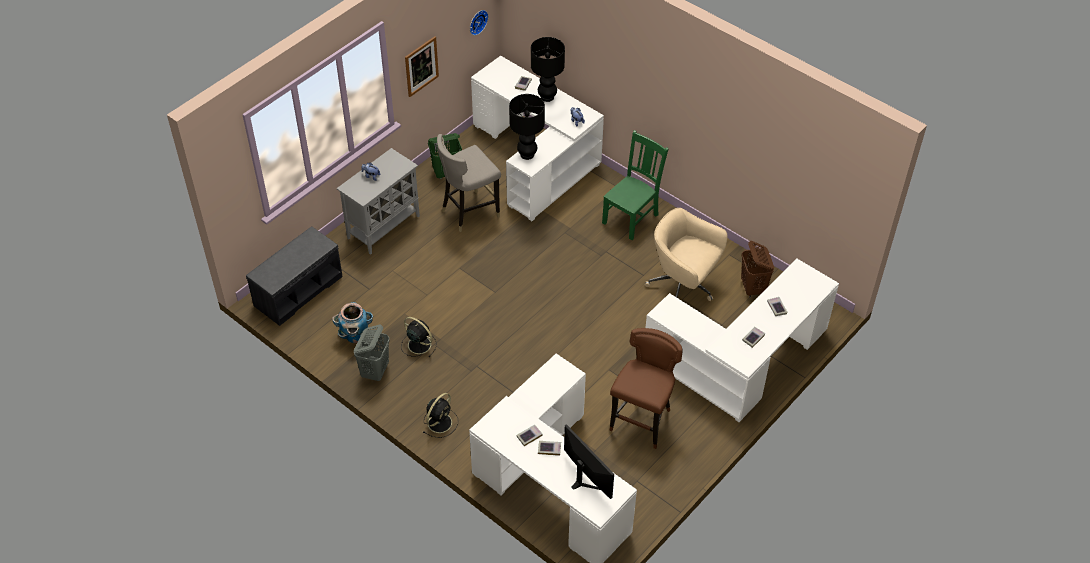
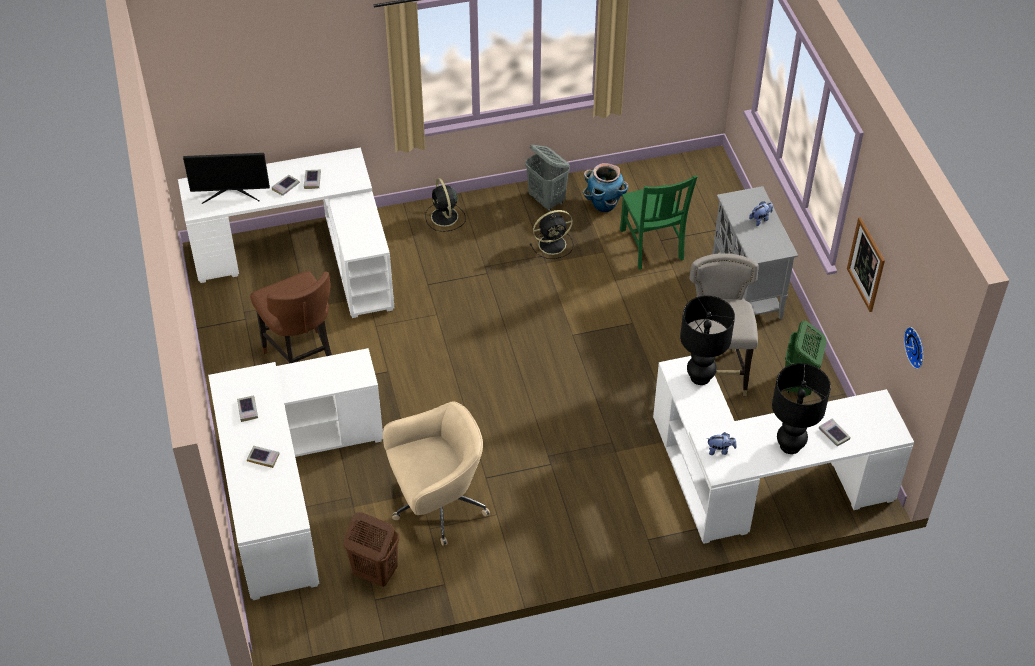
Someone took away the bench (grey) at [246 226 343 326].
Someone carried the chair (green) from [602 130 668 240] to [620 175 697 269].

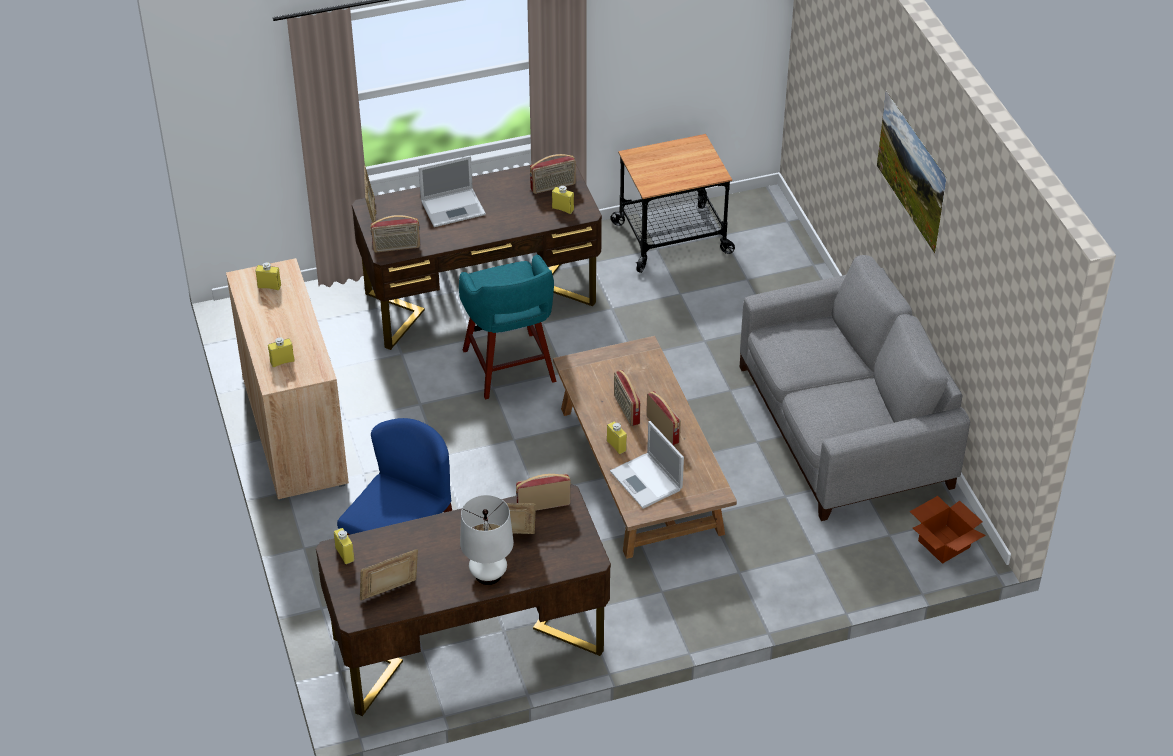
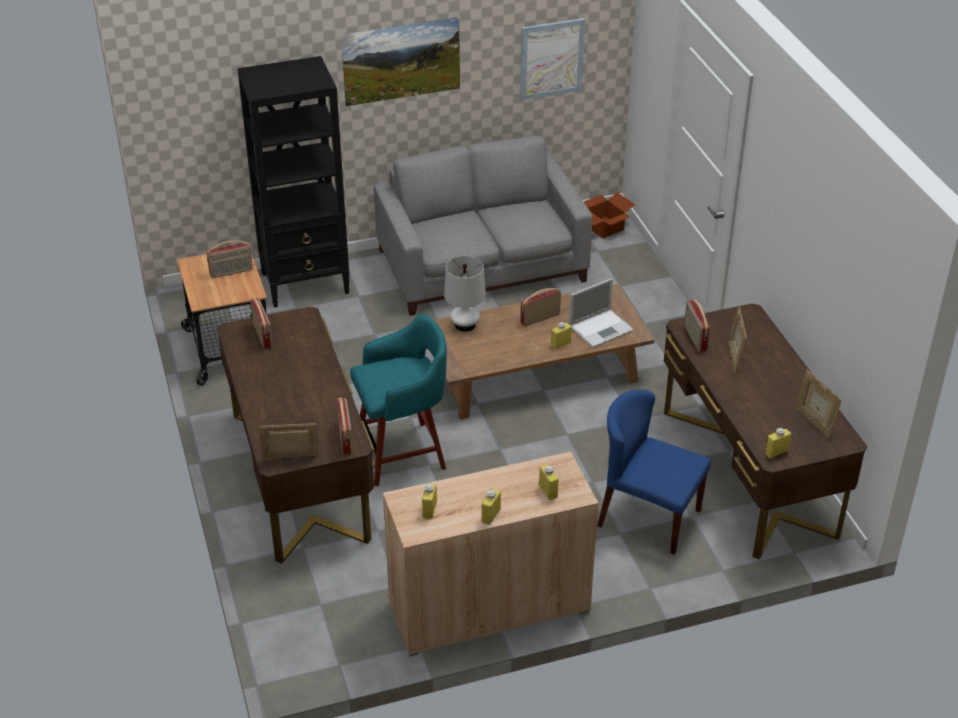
Someone took away the laptop at [419 156 486 227].
Someone put down the bookcase (black) at [237 56 350 308].
Someone put up the picture at [520 18 585 100].
Someone carried the table lamp (white) from [460 495 514 585] to [444 256 486 332].
Someone carried the bottle (yellow) from [552 186 574 214] to [481 488 501 525].
Someone carried the radio from [614 370 640 426] to [207 240 253 278].

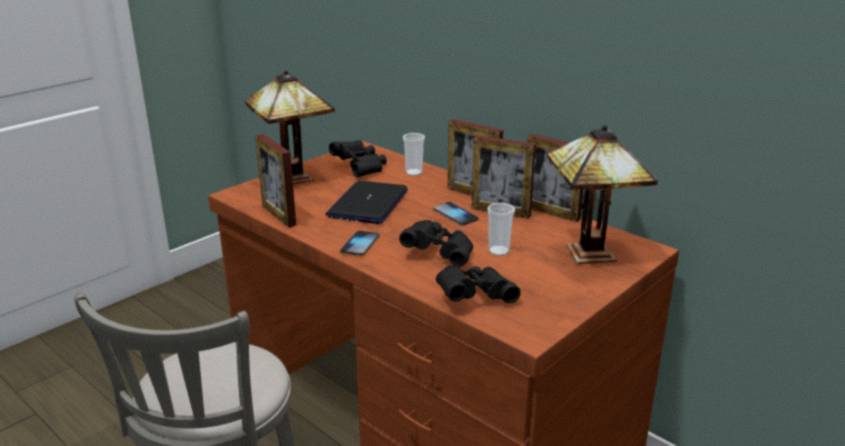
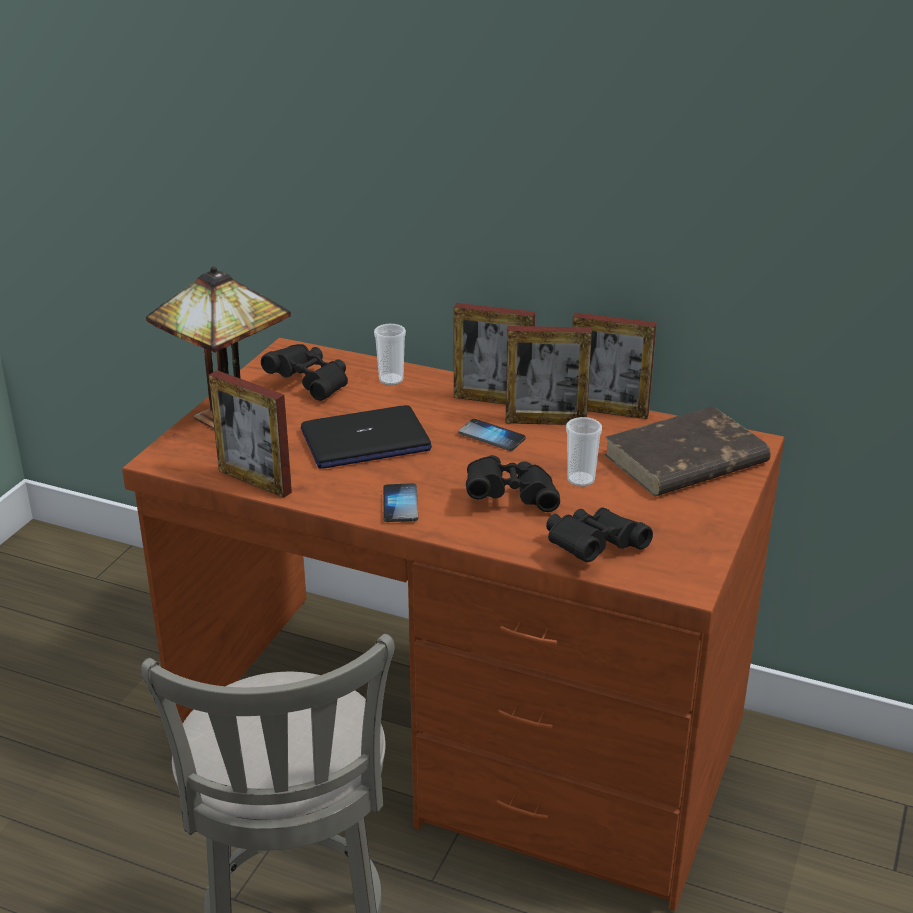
Someone swapped the table lamp at [547 125 658 264] for the book (brown) at [604 406 771 496].
Someone rotated the laptop at [326 181 408 224] by 105 degrees counterclockwise.

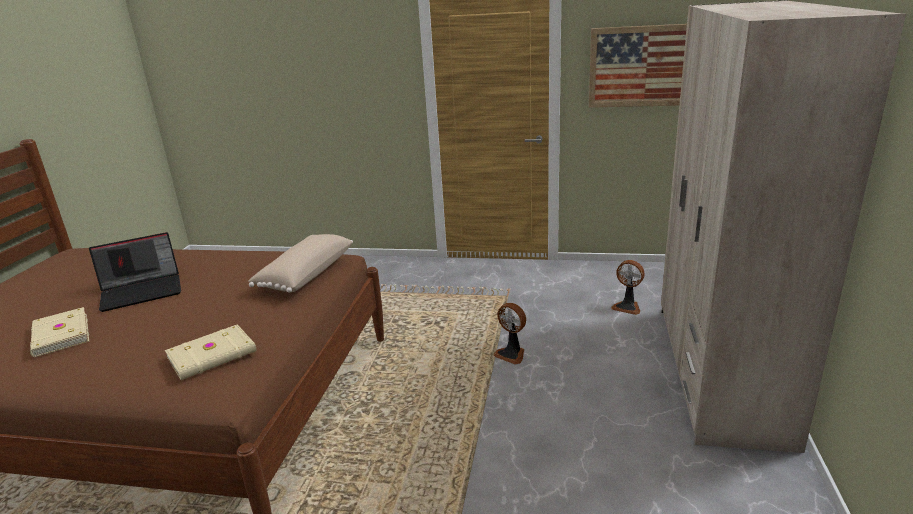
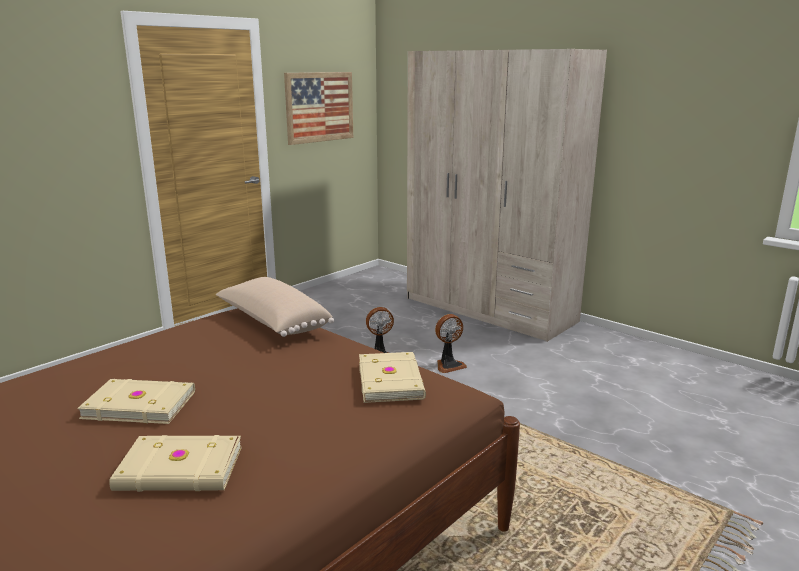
Someone carried the fan from [611 260 645 315] to [435 314 467 373].
Someone swapped the laptop at [89 232 181 312] for the book (beige) at [77 379 195 424].

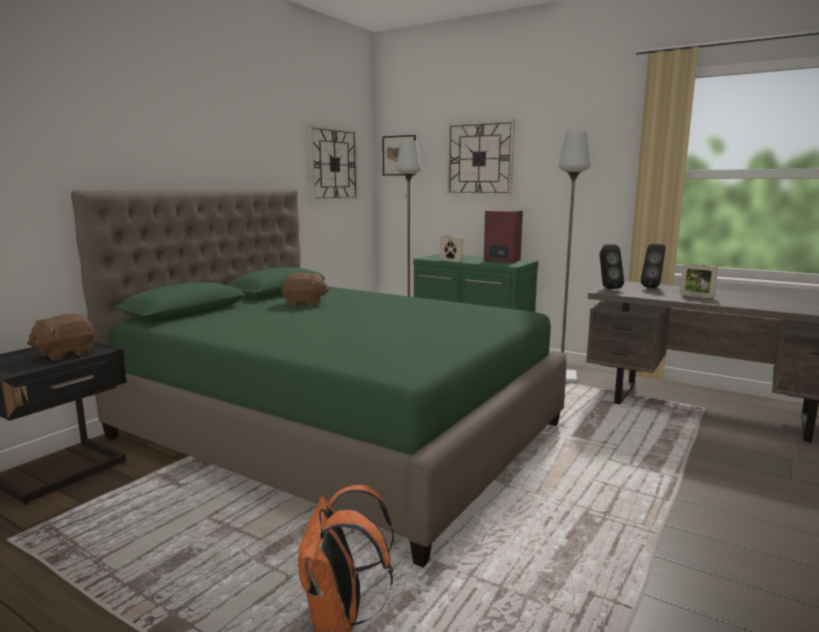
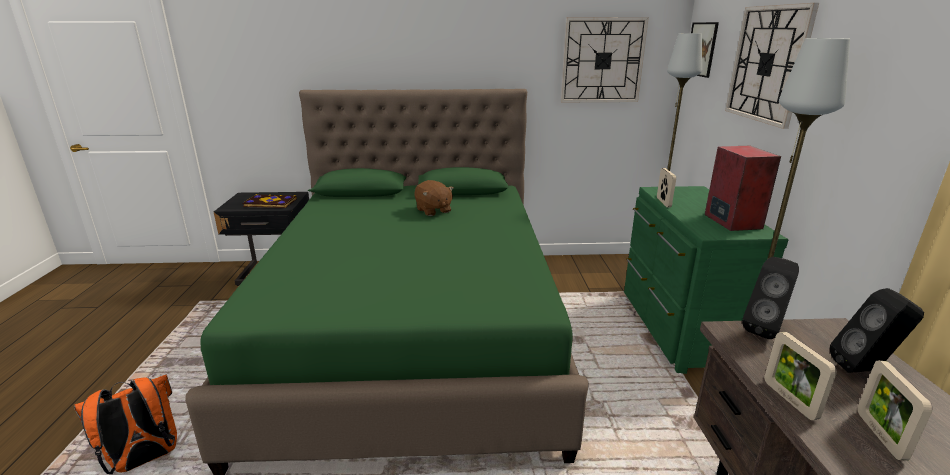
Someone put down the picture frame at [764 332 837 420].
Someone swapped the plush toy (brown) at [27 314 95 360] for the book at [242 194 297 208].

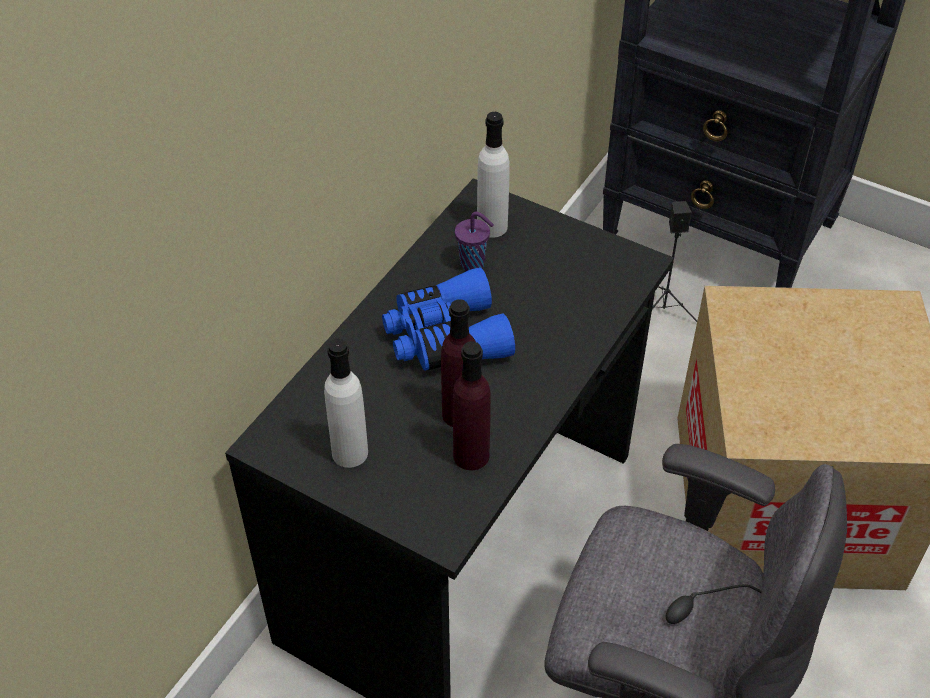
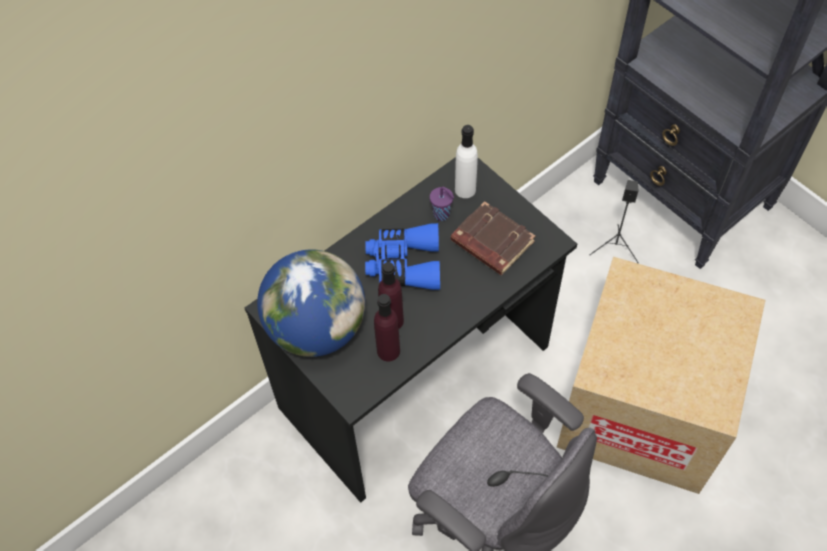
Someone put down the book (brown) at [451 201 535 275].
Someone swapped the bottle (white) at [324 339 368 468] for the globe at [257 249 365 357].

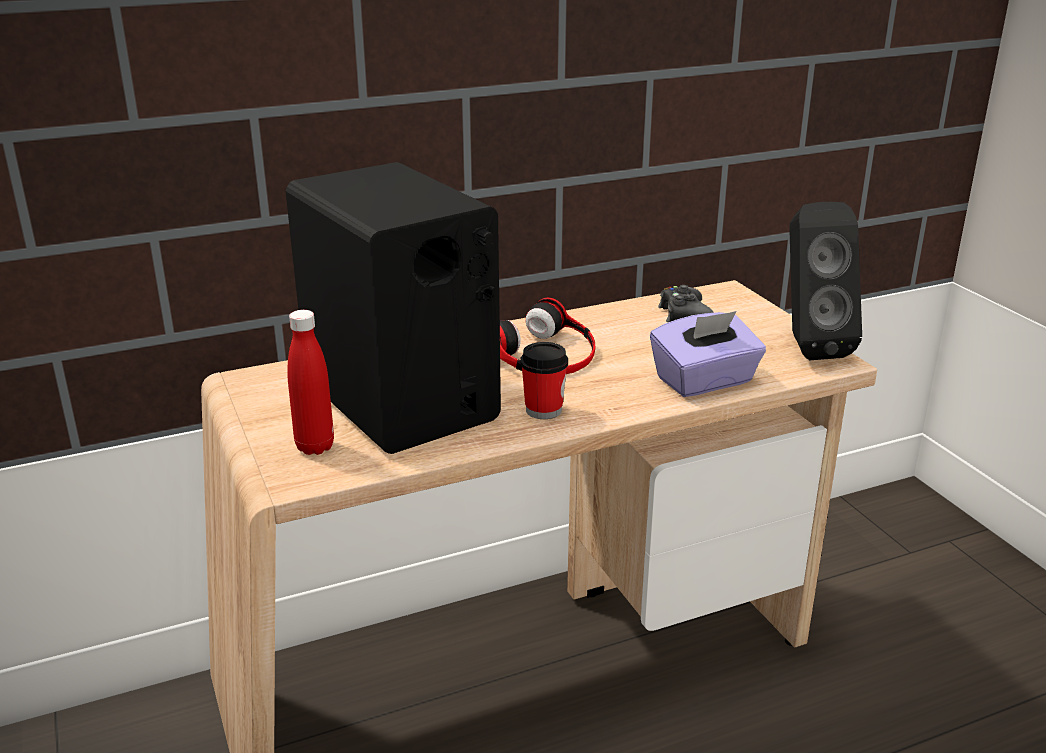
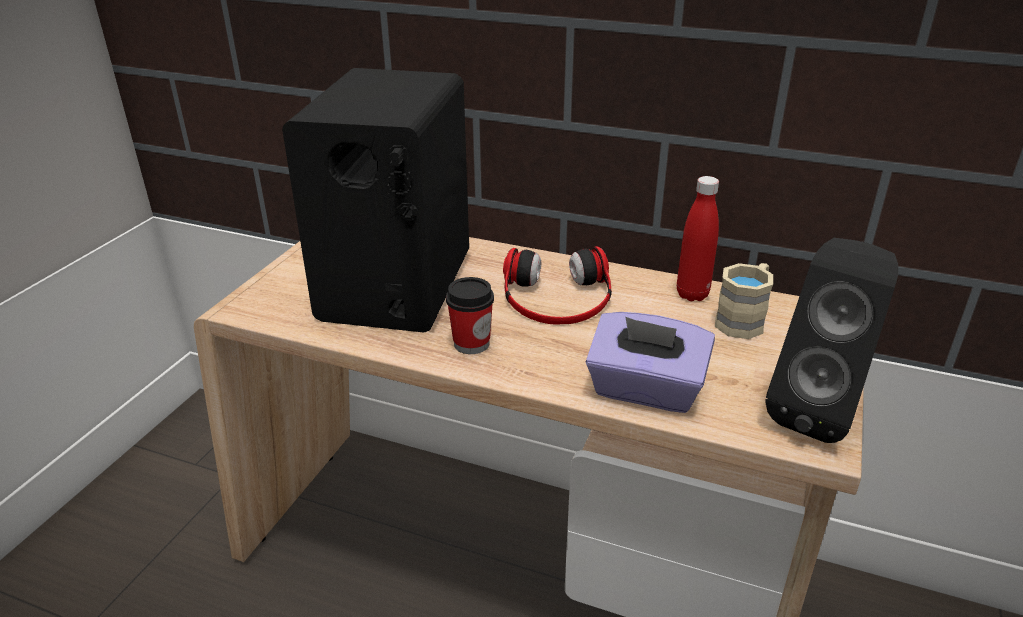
Someone carried the bottle (red) from [287 310 334 455] to [677 176 719 301].
Someone swapped the game controller (black) at [658 285 714 322] for the mug (beige) at [715 263 773 339].

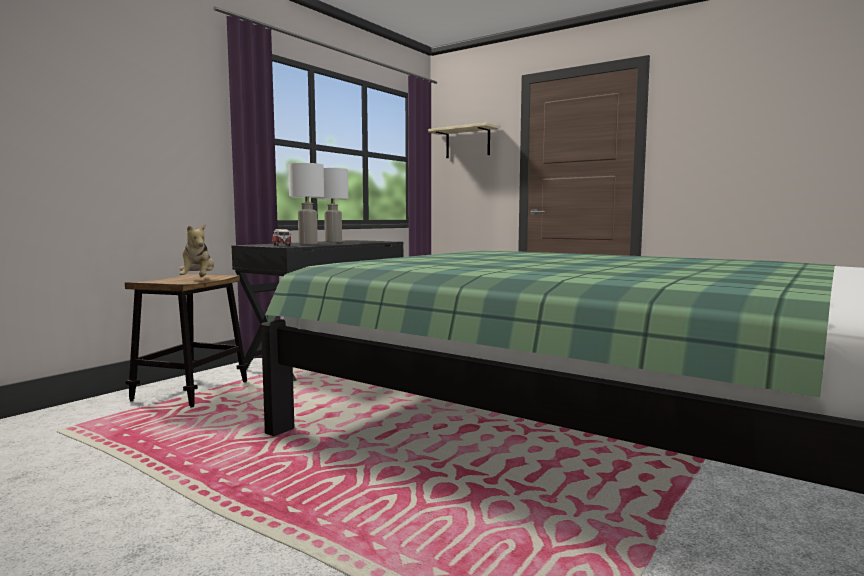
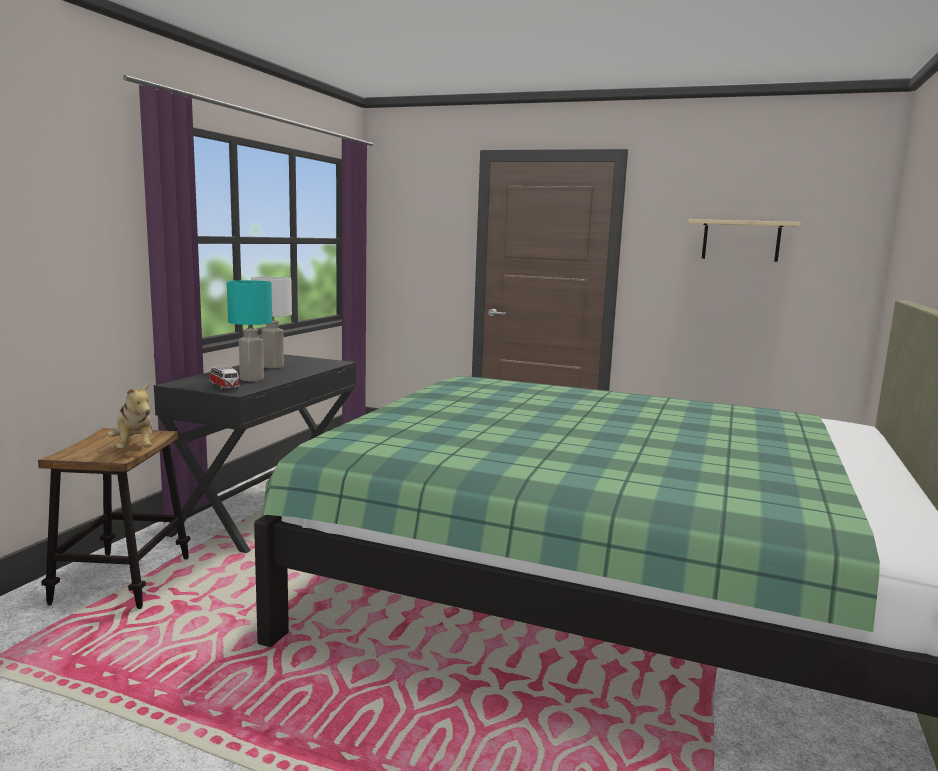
Someone carried the shelf (beige) from [428 123 499 158] to [688 219 801 262].
Someone repainted the table lamp (white) at [288 163 324 245], which became the table lamp (turquoise) at [227 280 272 381].

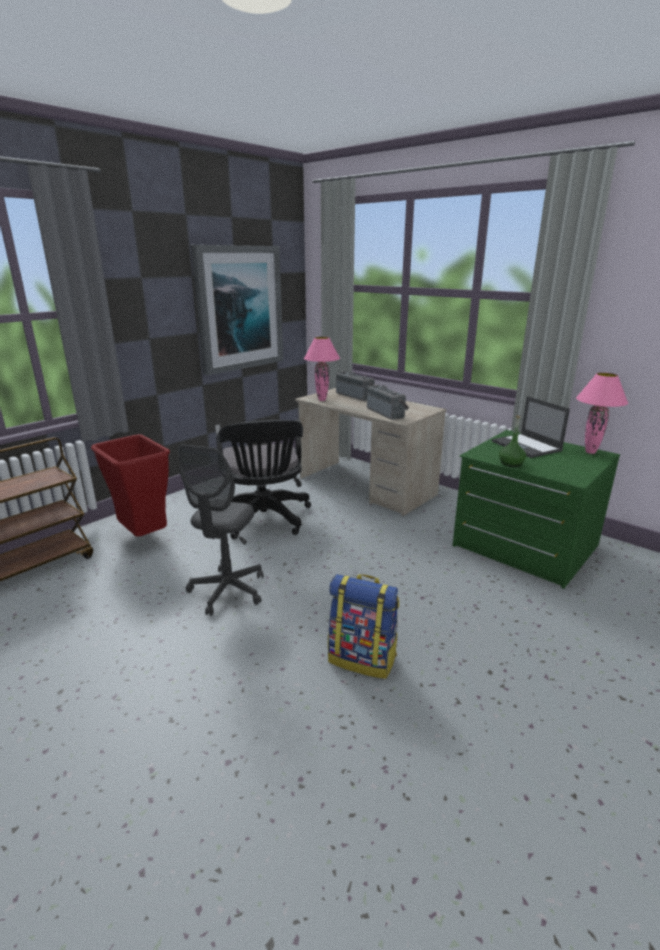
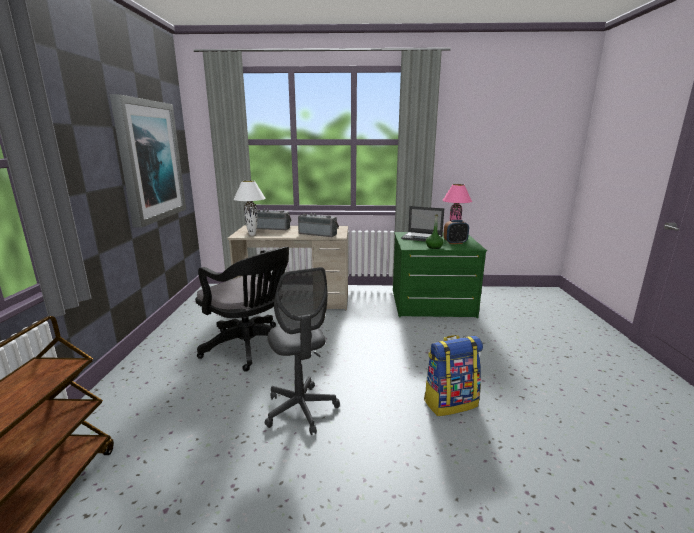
Someone took away the trash can (red) at [91 434 170 536].
Someone put down the alarm clock at [444 220 469 244].
Someone repainted the table lamp (pink) at [304 337 340 401], which became the table lamp (white) at [233 180 266 236].

